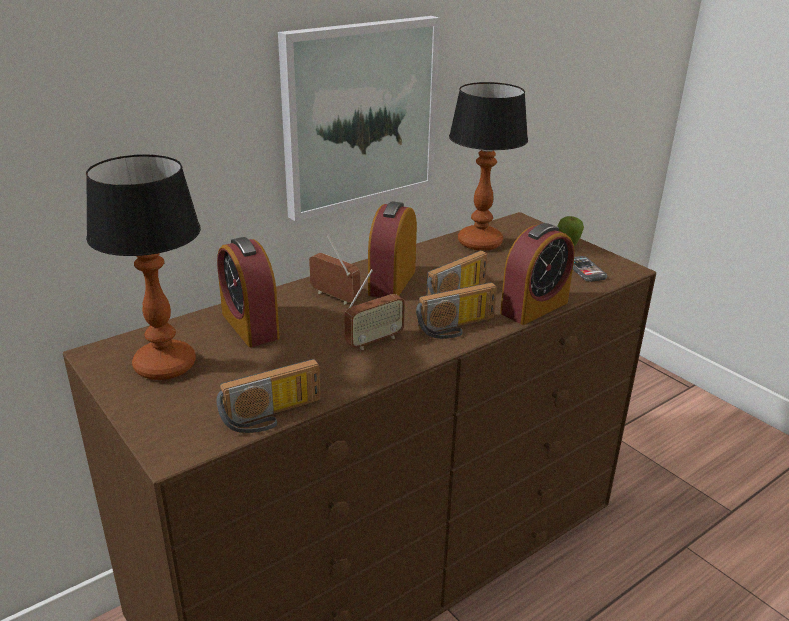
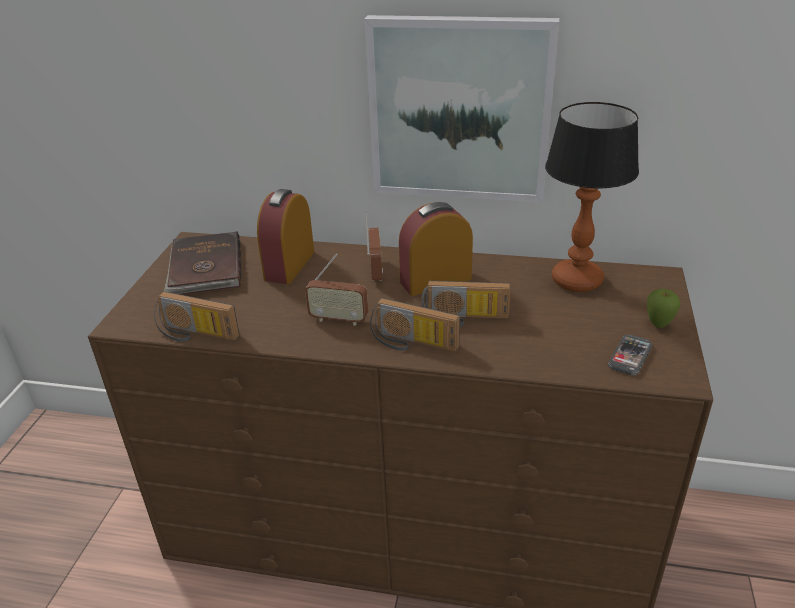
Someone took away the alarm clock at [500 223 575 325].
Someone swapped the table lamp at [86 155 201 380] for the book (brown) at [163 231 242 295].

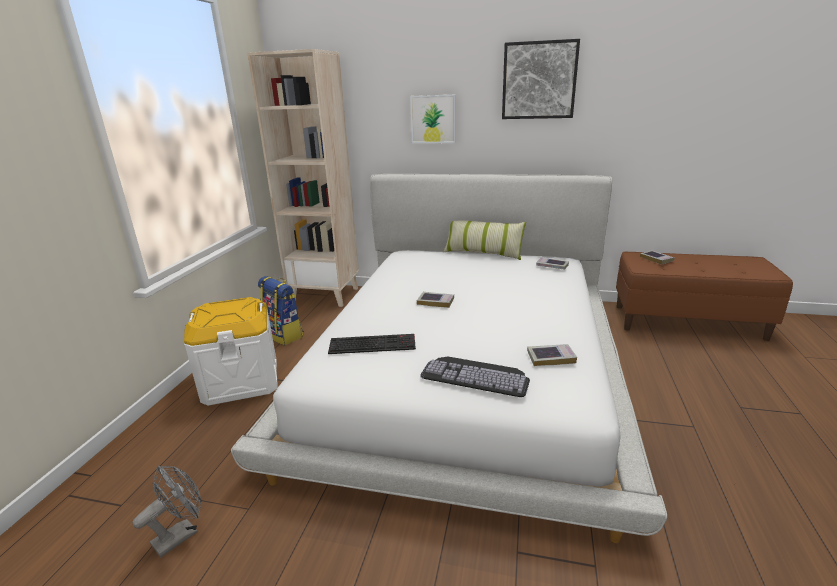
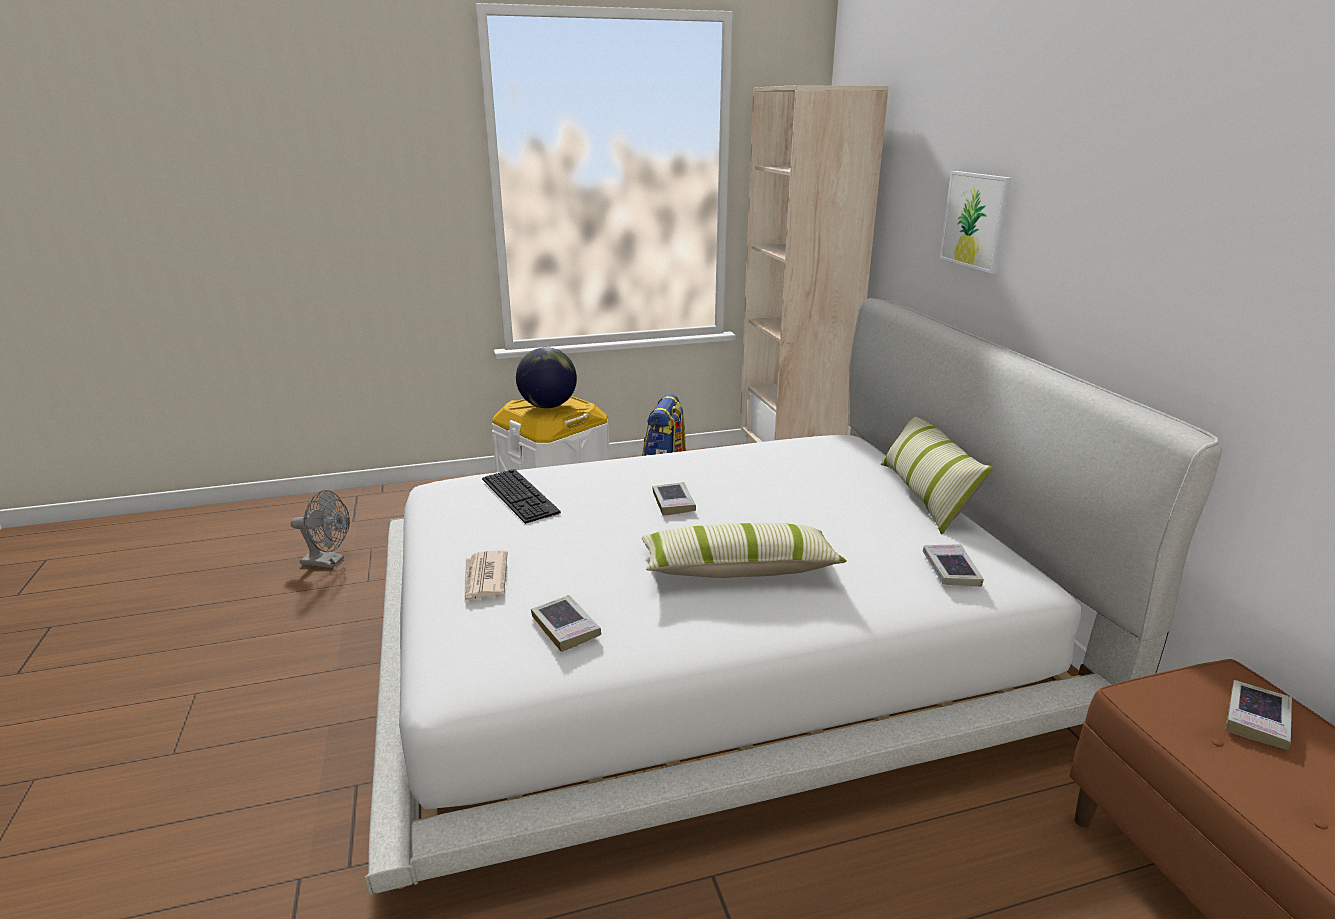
Someone took away the picture at [502 39 580 119].
Someone put down the globe at [516 347 577 408].
Someone put down the pillow at [642 523 847 578].
Someone swapped the keyboard at [420 357 530 397] for the newspaper at [464 550 508 603].

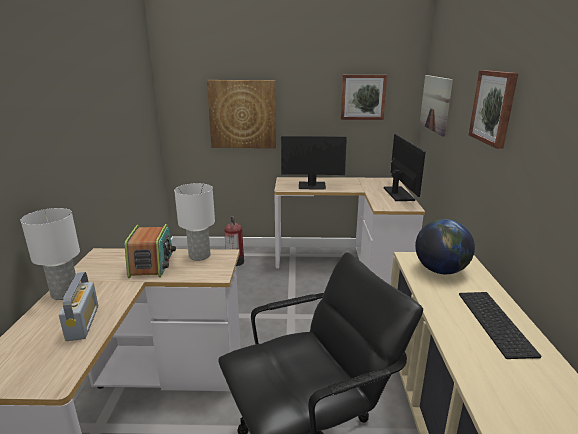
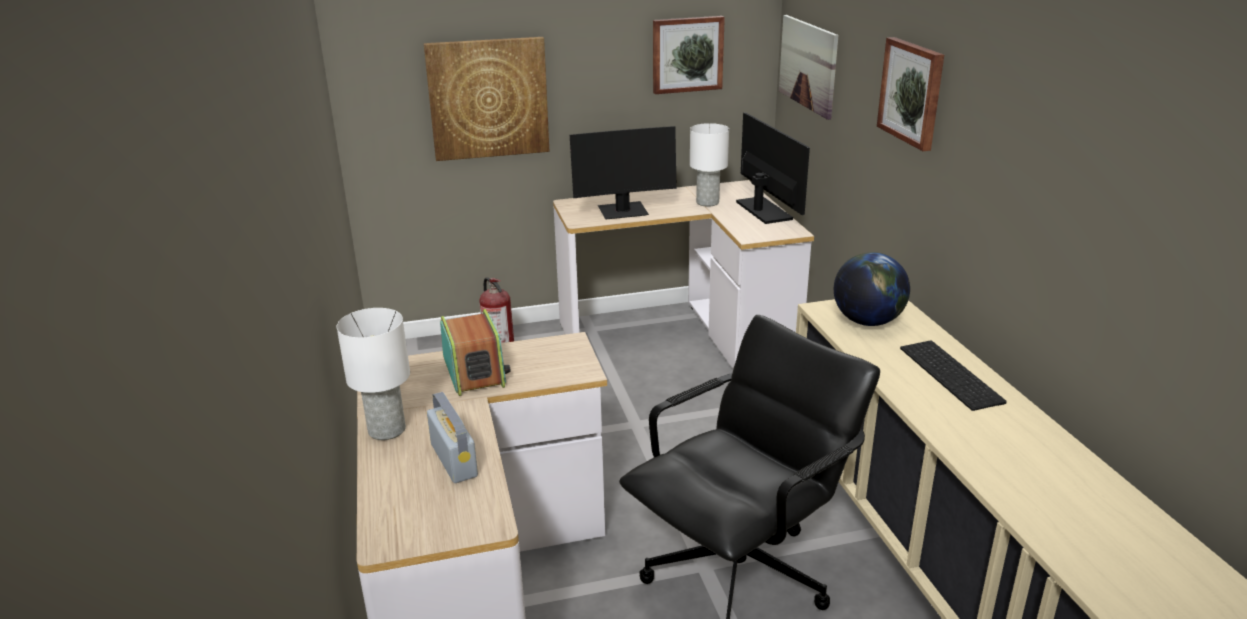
Someone carried the table lamp (white) from [174 183 215 261] to [690 123 729 207].

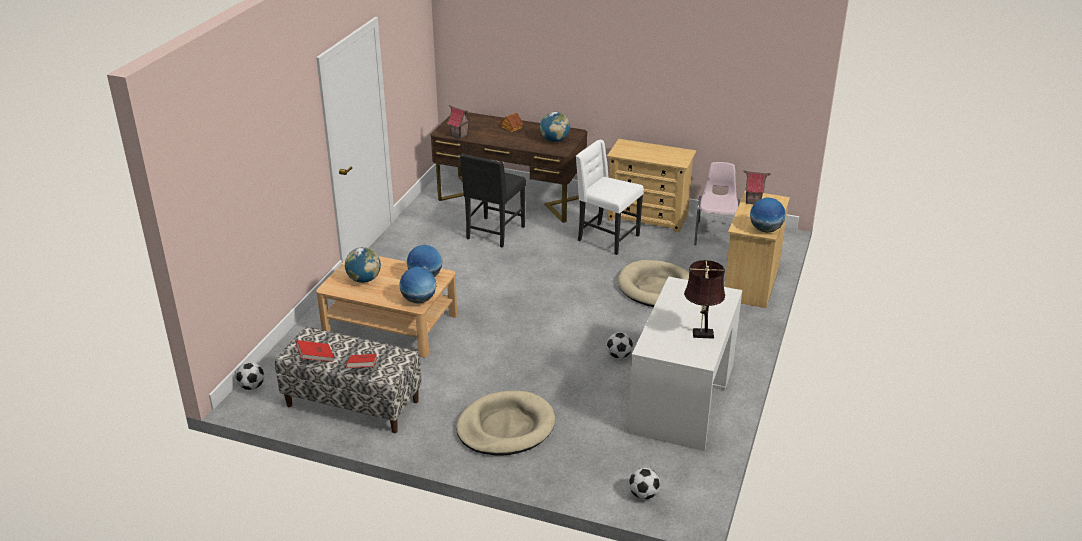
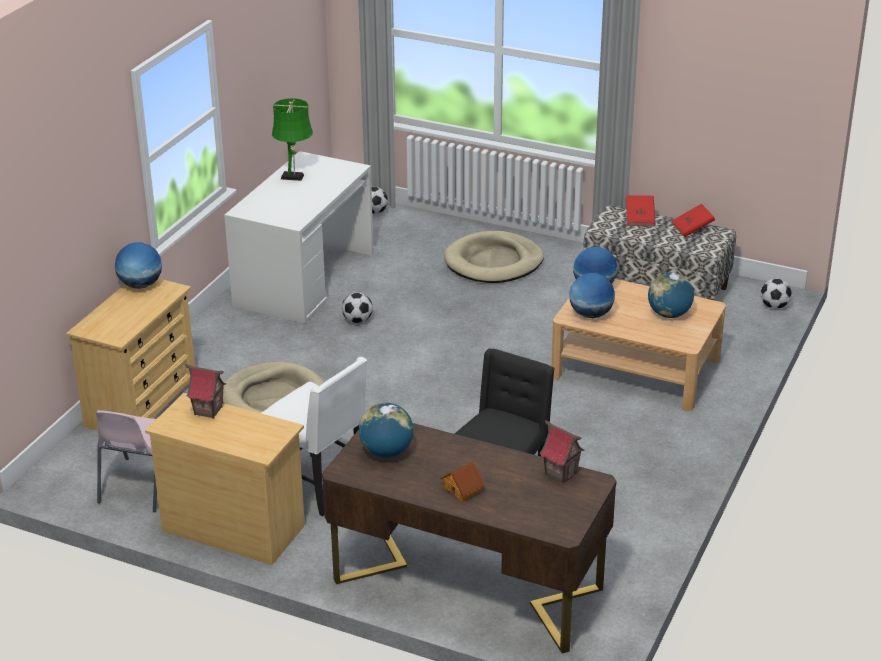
Someone carried the toy house from [743 170 771 204] to [185 364 226 419].
Someone repainted the table lamp (brown) at [684 260 725 339], which became the table lamp (green) at [272 98 313 181].

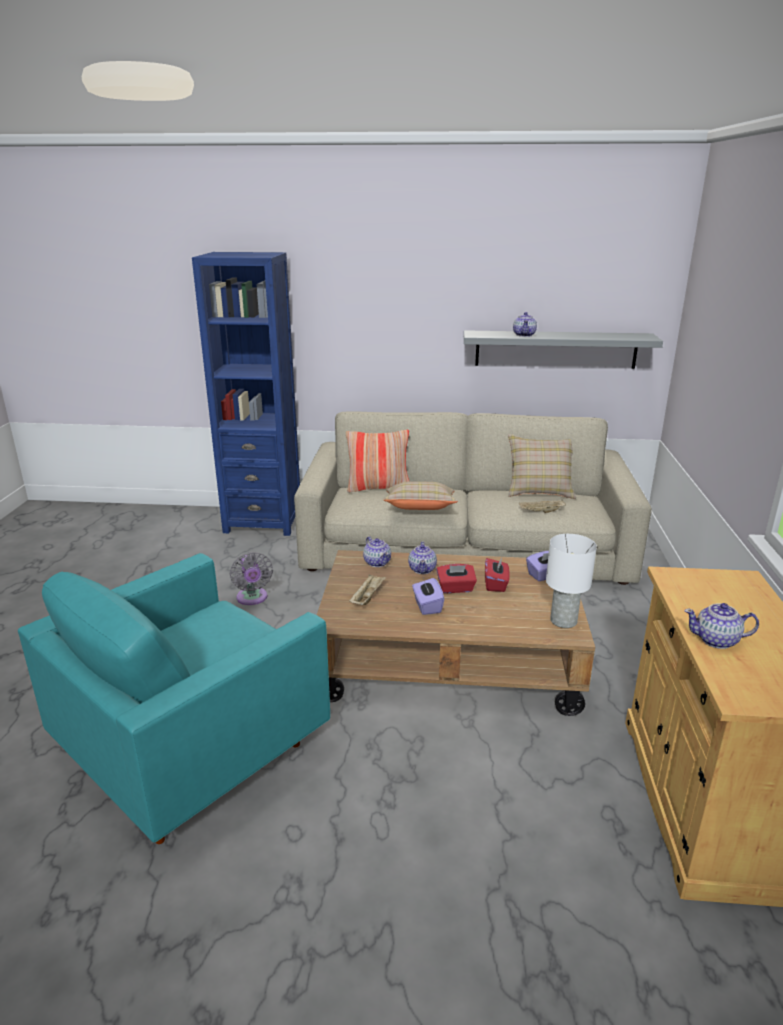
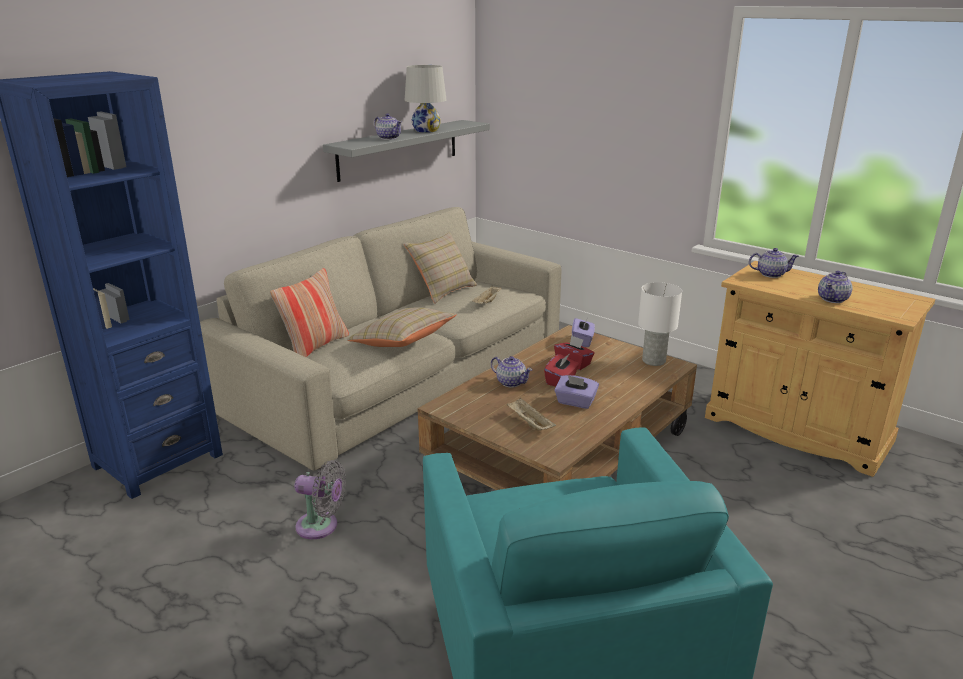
Someone put down the table lamp (white) at [404 65 446 133].
Someone carried the teapot from [363 536 391 567] to [749 248 799 278].

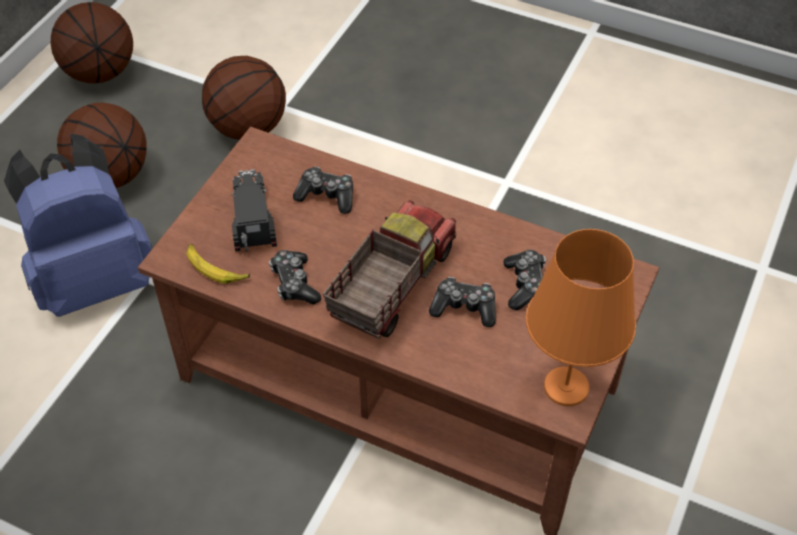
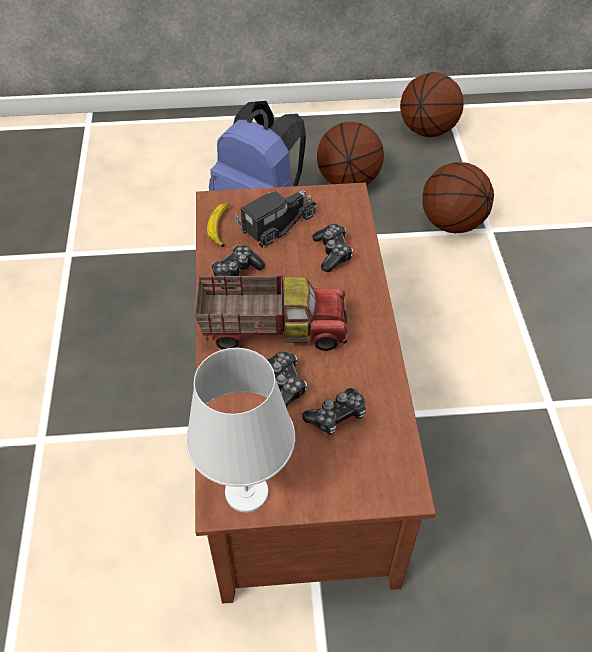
Someone repainted the table lamp (orange) at [526 229 636 406], which became the table lamp (white) at [186 348 295 513].

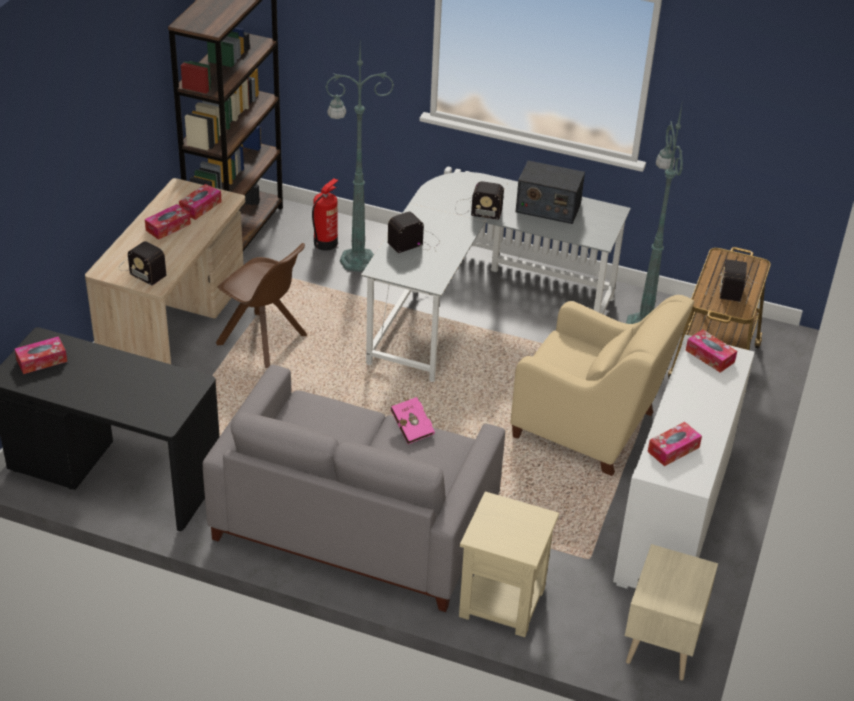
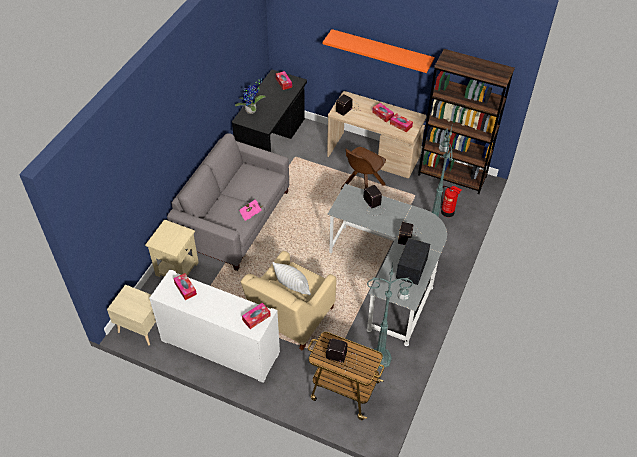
Someone put down the potted plant at [235 80 266 114].
Someone put down the pillow (white) at [273 262 311 295].
Someone put up the shelf (orange) at [323 29 435 73].

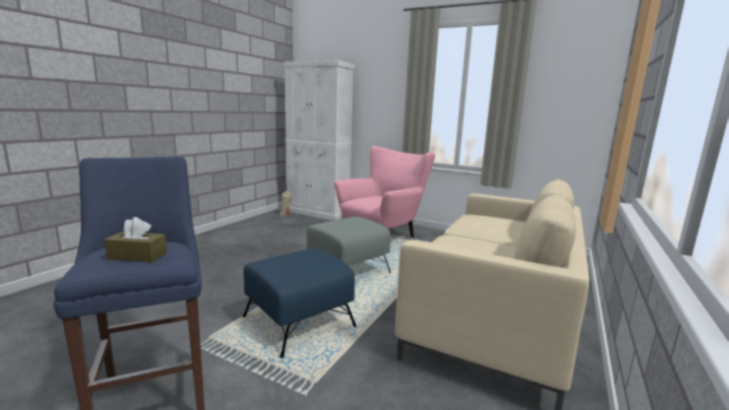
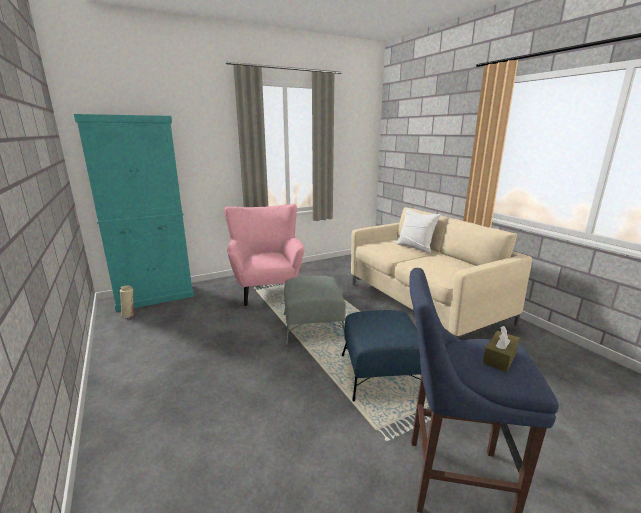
Someone put down the pillow (white) at [396 208 441 253].
Someone repainted the cabinet (white) at [283 60 355 221], which became the cabinet (turquoise) at [74 114 194 312].

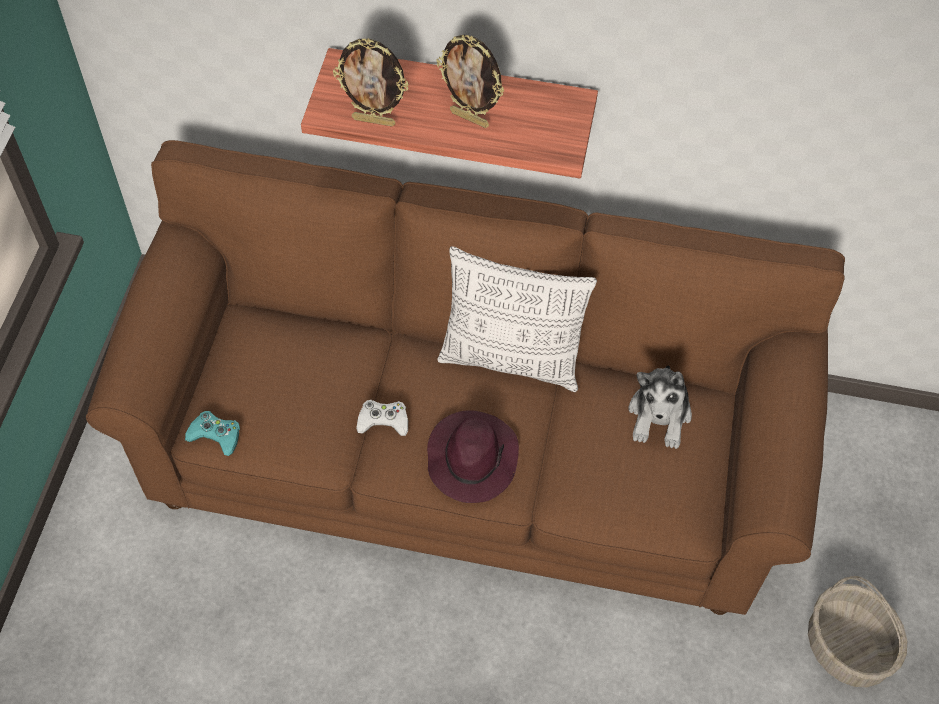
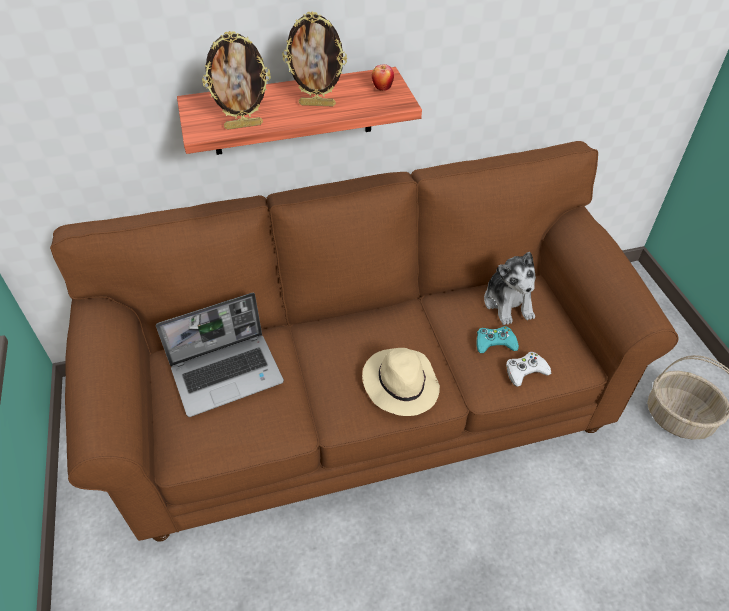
Someone took away the pillow at [438 246 597 392].
Someone put down the laptop at [156 293 284 417].
Someone put down the apple at [372 64 394 91].
Someone carried the game controller (turquoise) from [185 411 240 456] to [476 326 519 353].
Someone carried the game controller (white) from [356 400 408 436] to [506 352 551 387].
Someone repainted the hat (purple) at [427 411 519 503], which became the hat (beige) at [362 348 440 416].

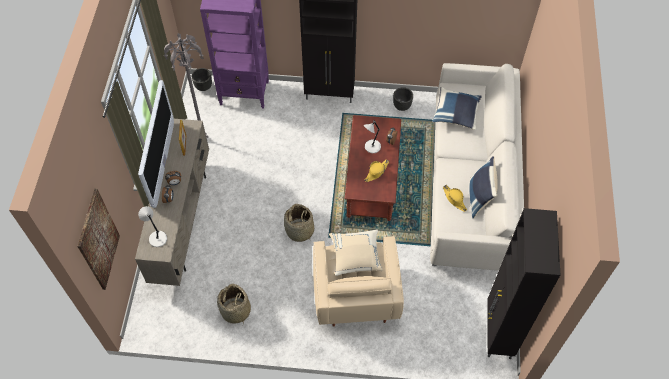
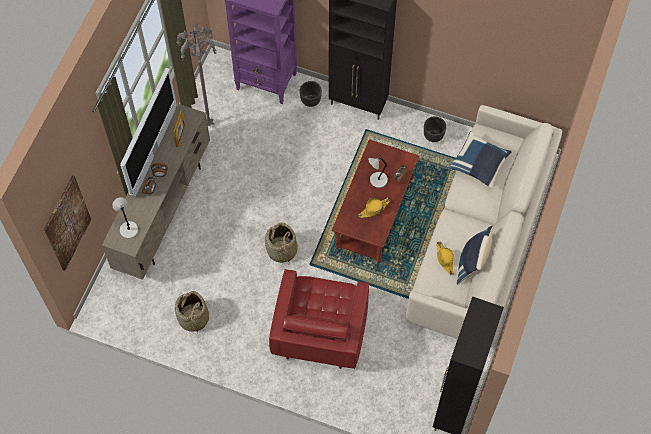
Someone took away the pillow (beige) at [329 229 383 276].
Someone carried the planter (black) from [192 68 212 91] to [300 81 322 107].
Someone repainted the armchair (beige) at [313 236 404 327], which became the armchair (red) at [269 269 369 369].

